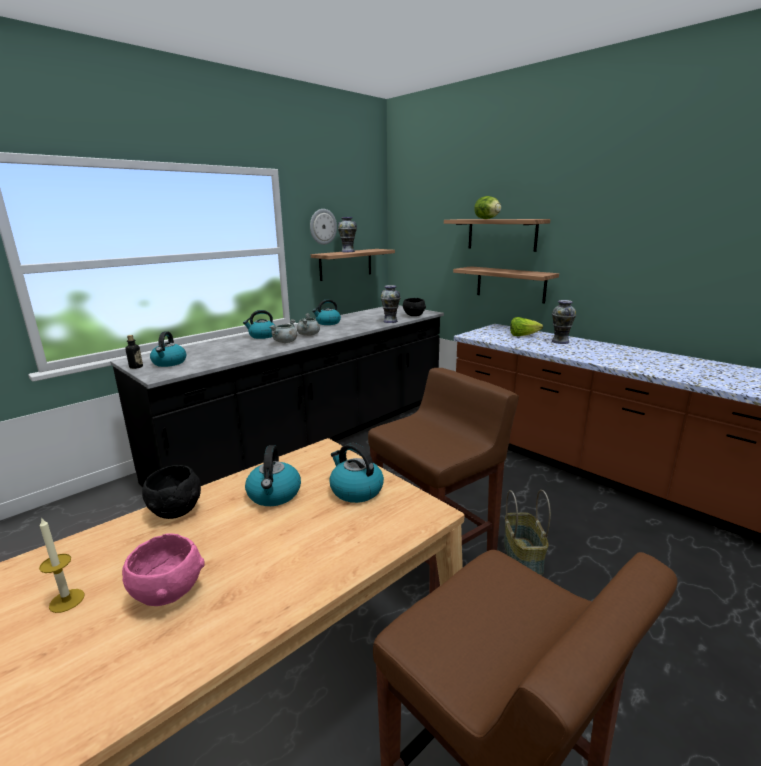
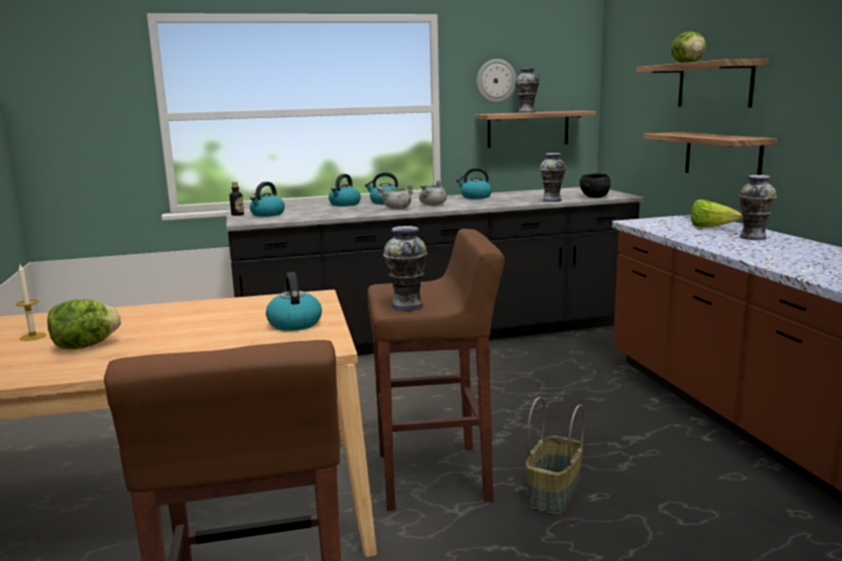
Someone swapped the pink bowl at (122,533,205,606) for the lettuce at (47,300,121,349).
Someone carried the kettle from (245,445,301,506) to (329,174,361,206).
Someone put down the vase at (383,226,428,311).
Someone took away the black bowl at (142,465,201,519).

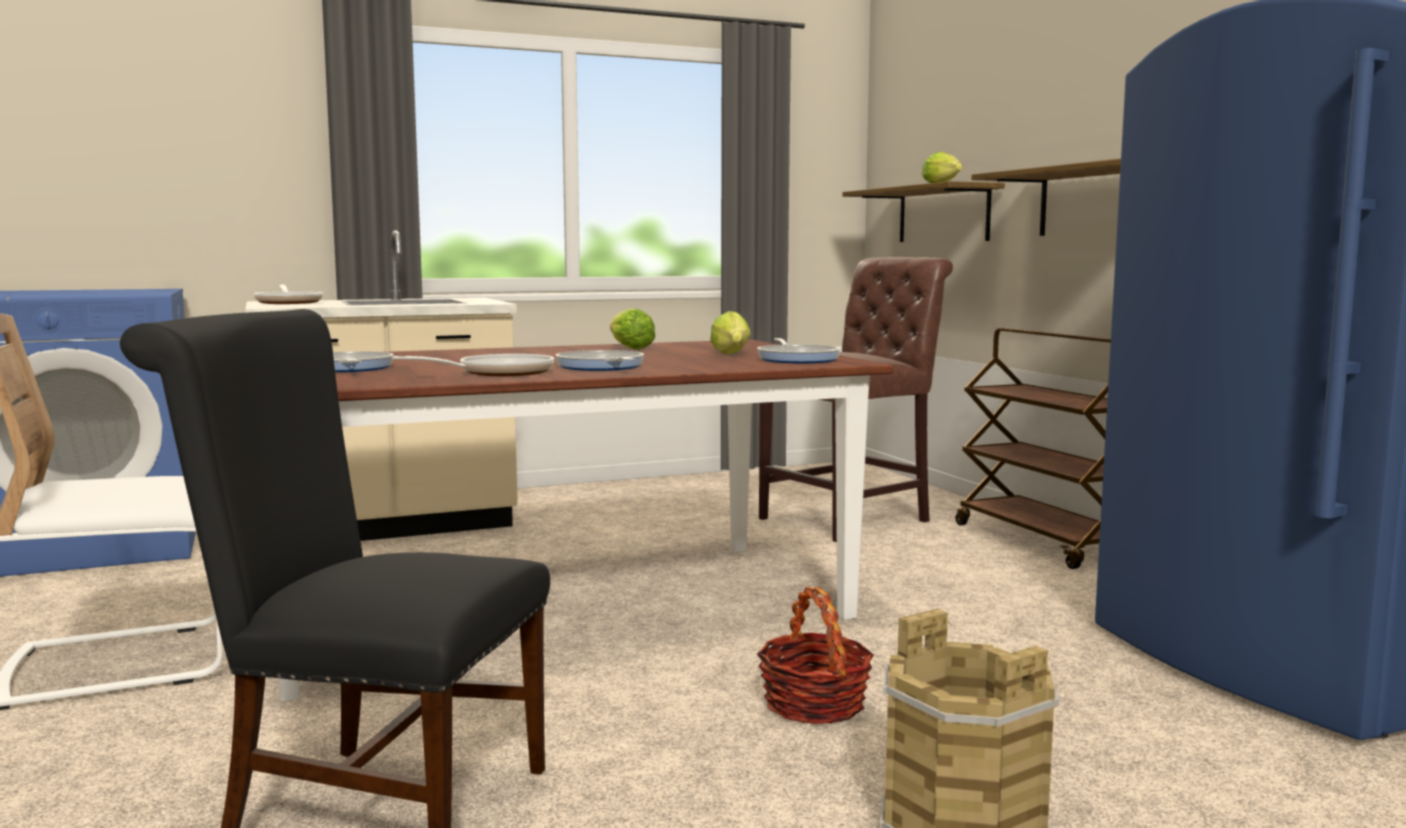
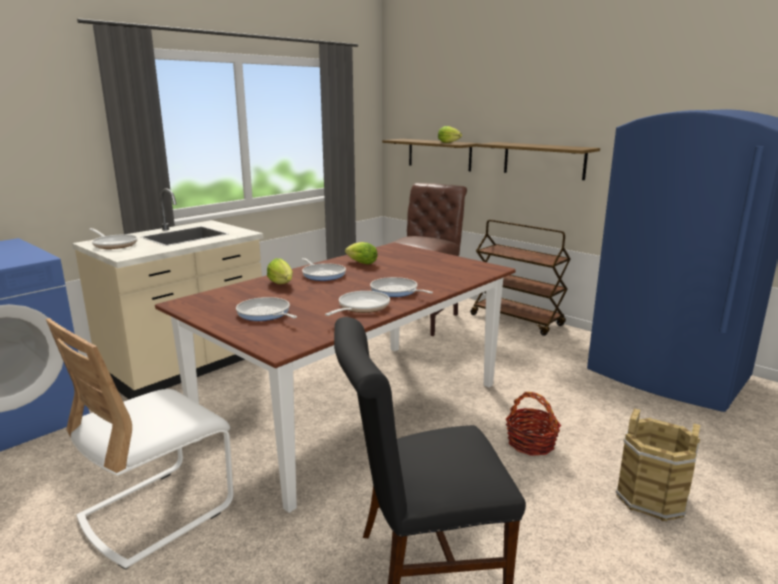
Someone carried the lettuce from (710,311,751,354) to (267,258,293,284).
Someone carried the frying pan from (757,338,840,363) to (302,258,346,281).

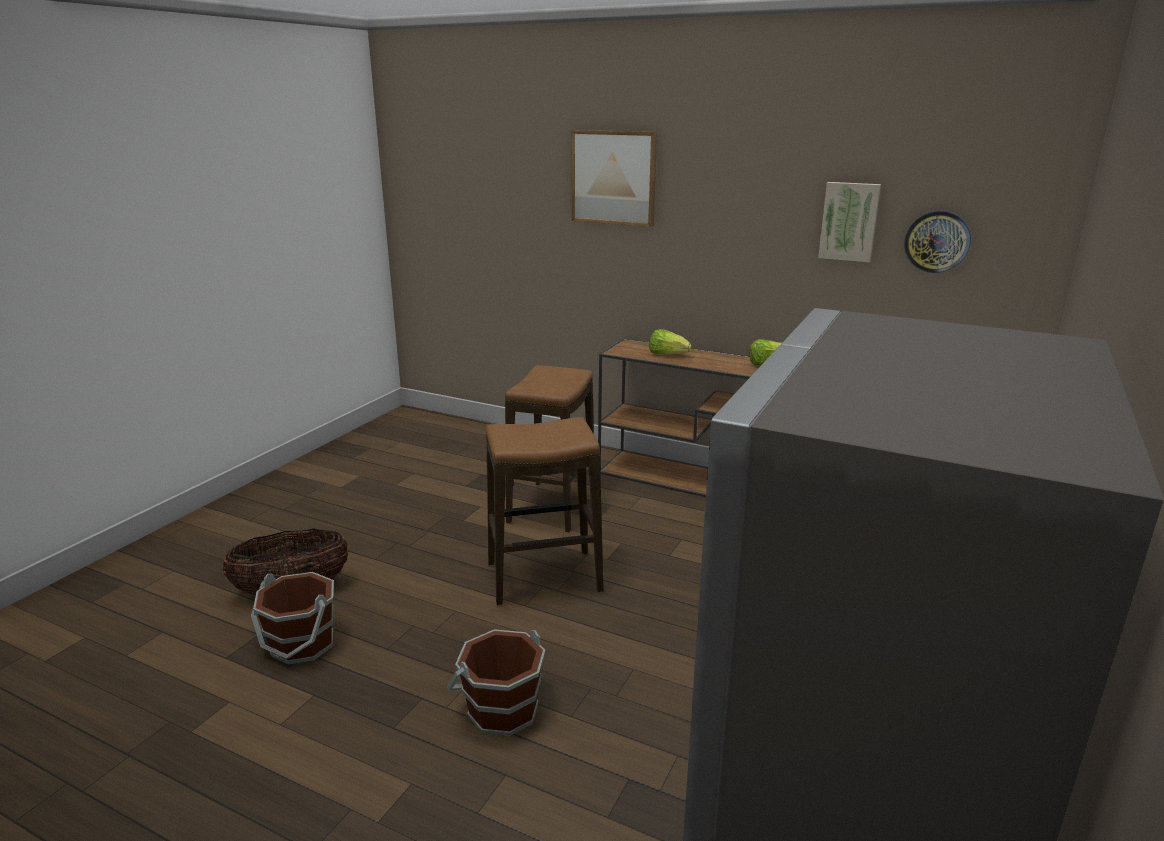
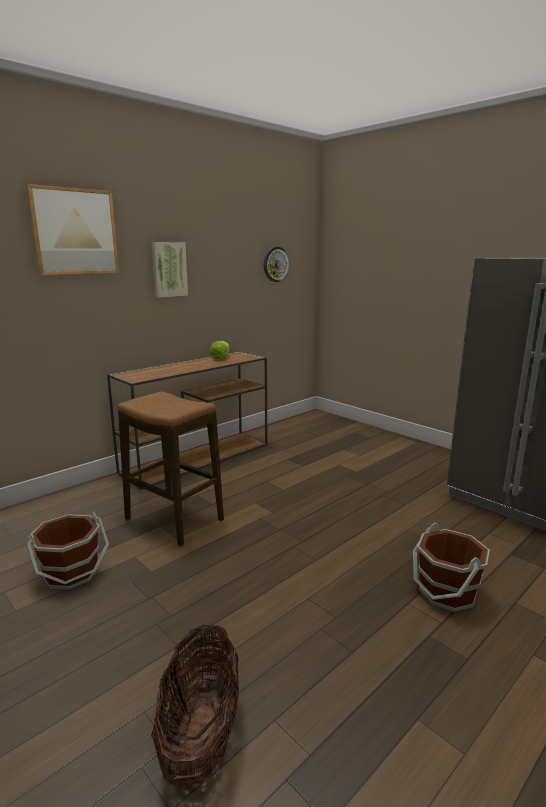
Someone carried the brown bucket from (251,572,334,665) to (27,512,109,590).
Someone carried the picture from (818,182,881,262) to (152,242,188,298).
Someone took away the stool at (486,417,604,605).
Someone took away the lettuce at (649,329,692,354).

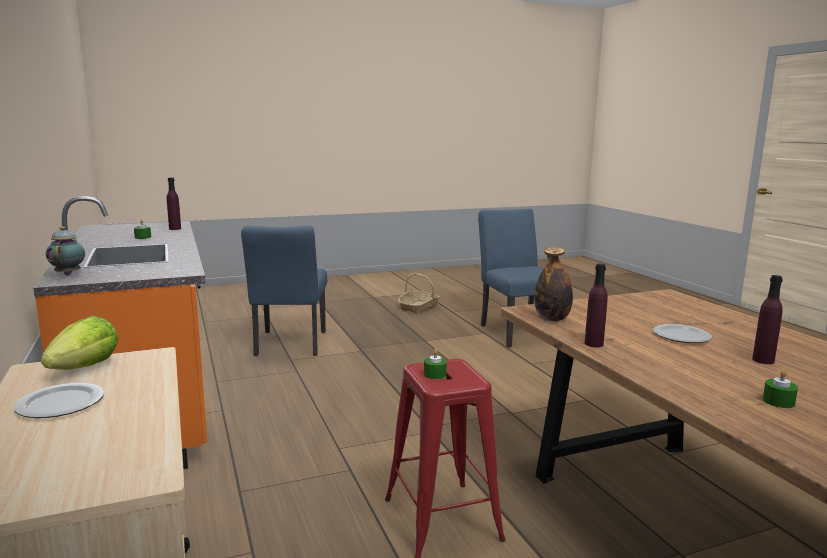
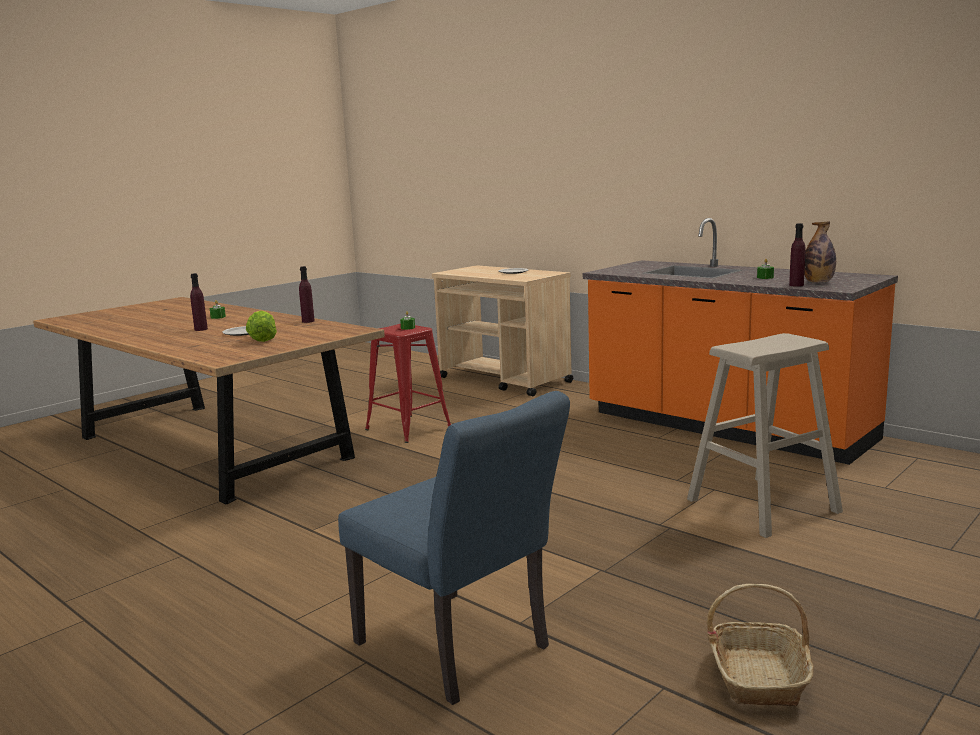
Someone carried the lettuce from (41,316,119,370) to (246,310,277,342).
Someone swapped the blue chair at (241,226,327,356) for the beige stool at (687,333,843,538).
Someone carried the bottle from (534,247,573,321) to (804,222,836,283).
Someone took away the teapot at (46,227,85,275).

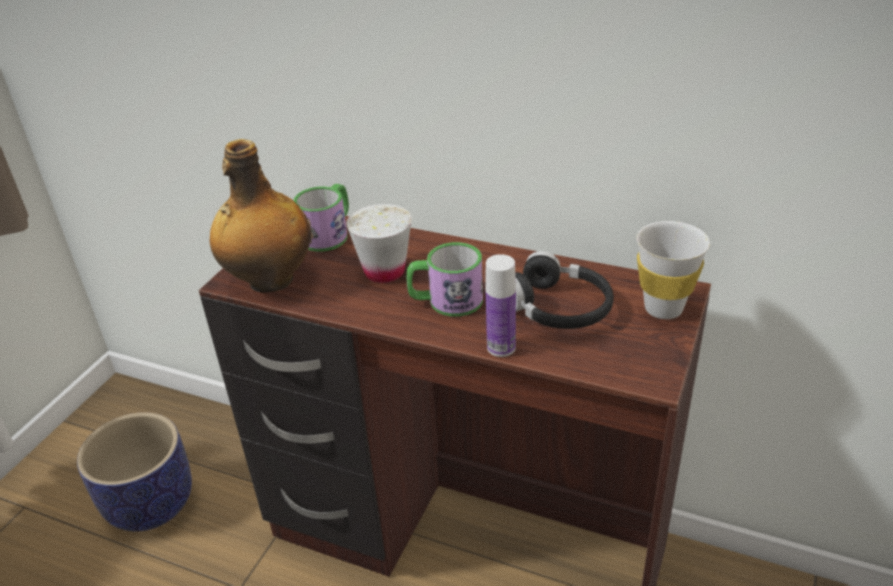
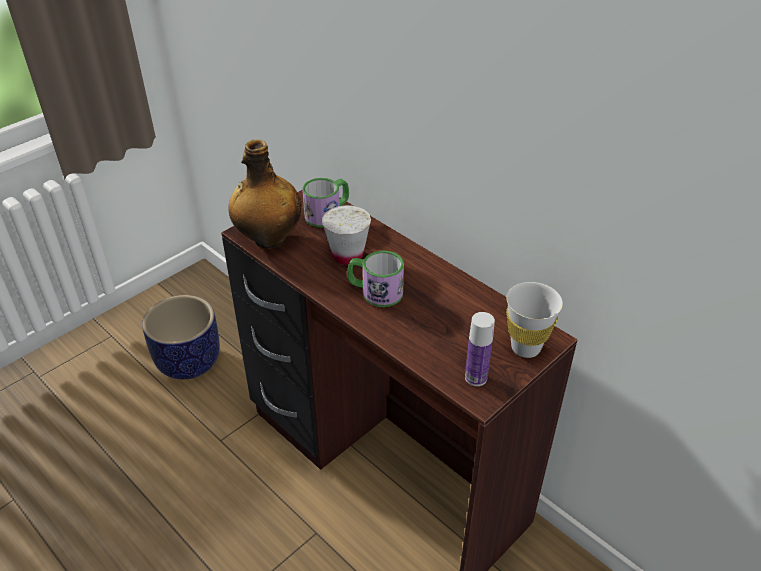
Someone carried the bottle from (486,254,516,357) to (465,312,495,386).
Someone took away the black headphones at (515,251,614,329).

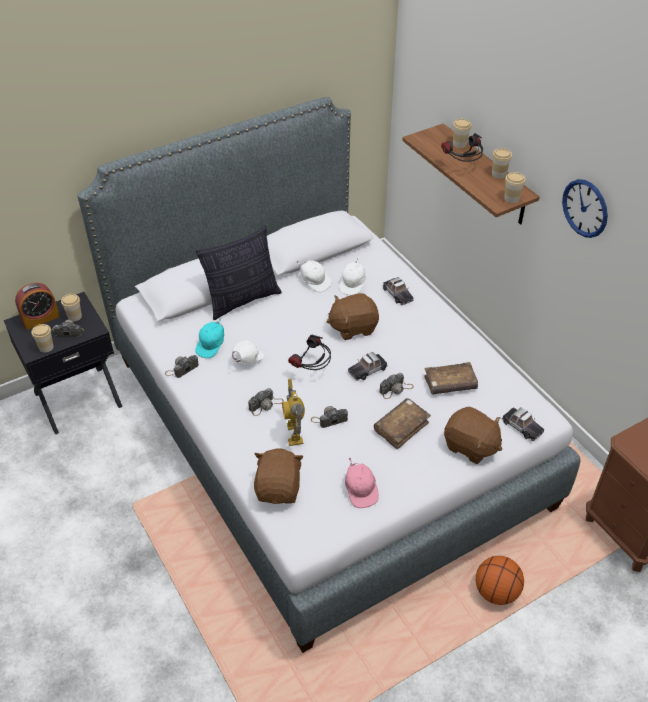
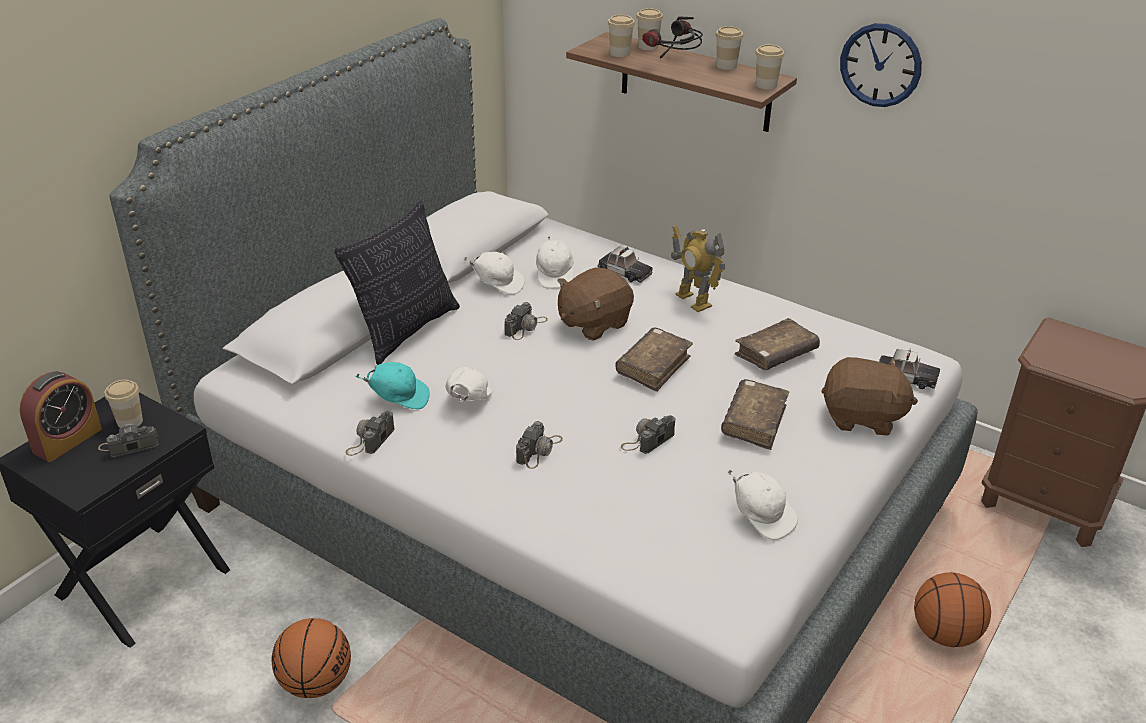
Someone put down the basketball at (271,618,351,698).
Someone rotated the turquoise cap at (195,318,224,358) by 90 degrees counterclockwise.
Someone carried the photo camera from (380,373,414,399) to (505,302,548,340).
Someone carried the cup from (31,324,54,353) to (608,15,635,57).
Someone swapped the toy car at (348,352,388,381) for the brown book at (615,327,693,392).
Someone carried the toy robot from (282,379,305,446) to (671,225,725,312).
Someone repainted the pink cap at (345,458,379,508), which became the white cap at (727,470,798,540).
Someone took away the brown plush toy at (254,448,304,504).
Someone took away the headphones at (288,335,331,370).

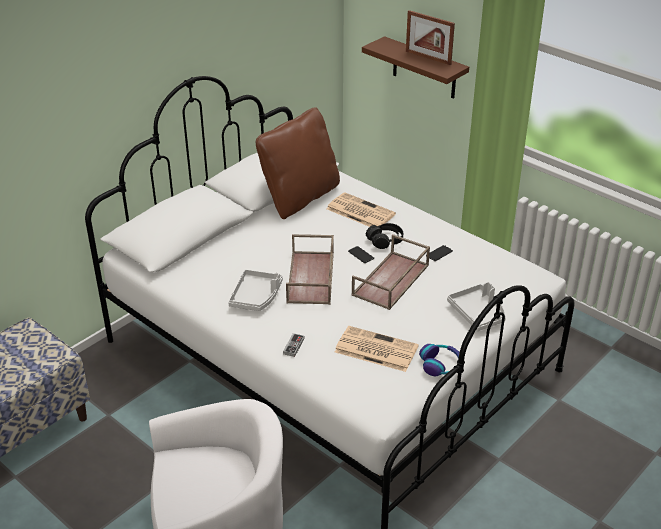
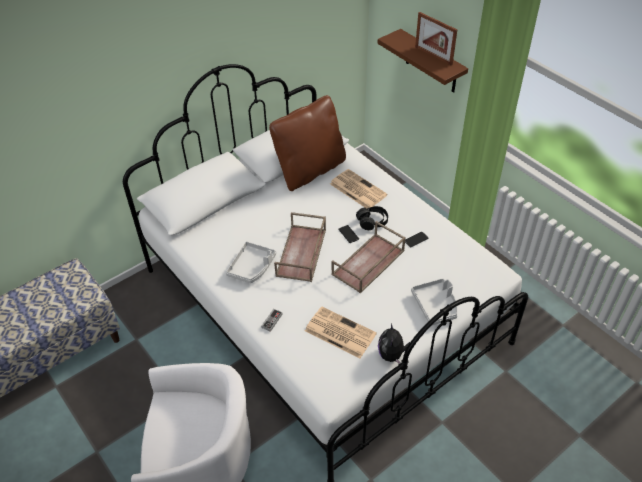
Someone swapped the headphones at (419,344,459,376) for the plush toy at (378,323,410,364).

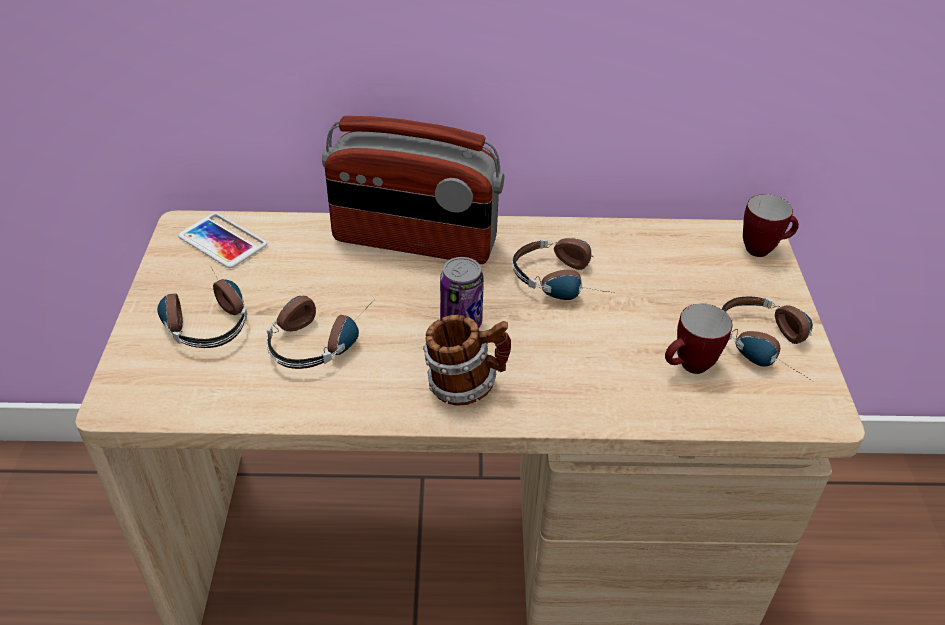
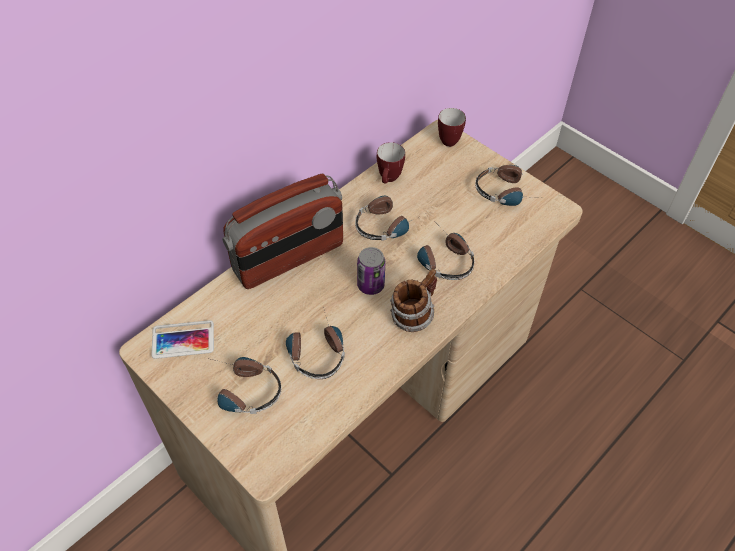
Someone carried the mug from (665,303,732,374) to (377,142,405,184).
Someone put down the headphones at (417,228,474,280).

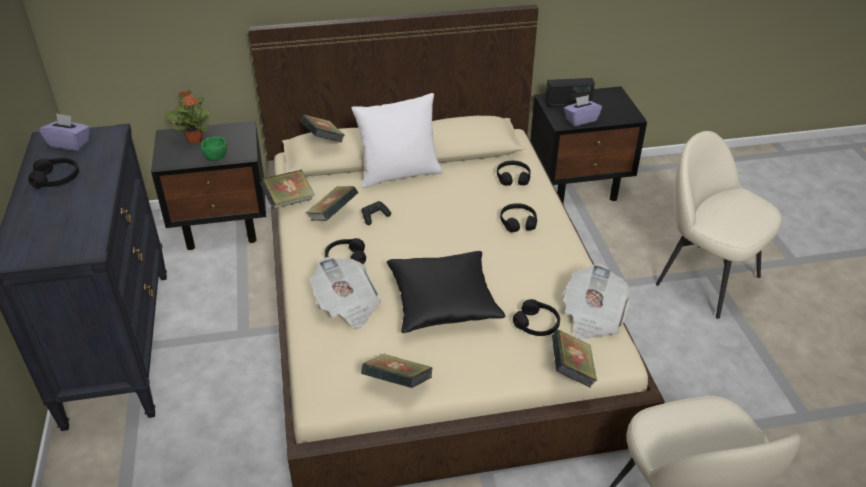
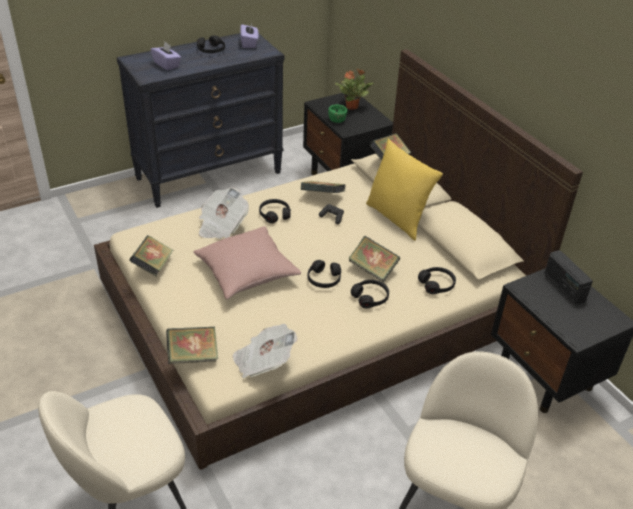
Someone carried the purple tissue box from (564,95,602,126) to (151,42,181,70).
Someone repainted the black pillow at (387,251,505,333), which became the pink pillow at (193,226,301,300).
Someone carried the black headphones from (513,299,560,336) to (308,260,341,288).
Someone carried the book from (260,170,315,209) to (348,236,400,283).
Someone repainted the white pillow at (352,93,443,188), which became the yellow pillow at (366,139,443,241).

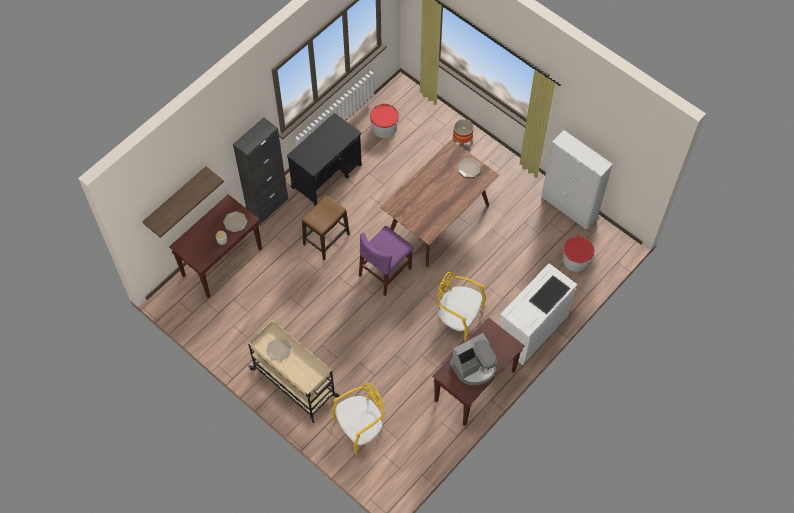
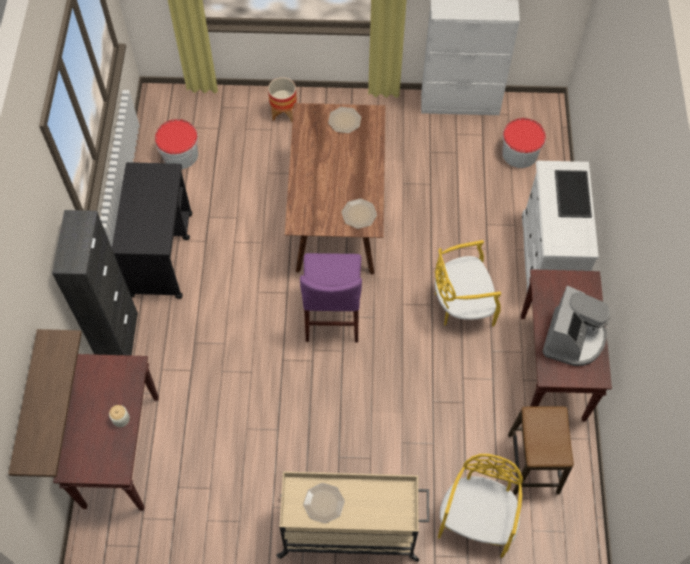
Someone carried the plate from (223,211,247,232) to (341,199,377,229).
Someone carried the stool from (302,195,350,260) to (508,406,574,495).

